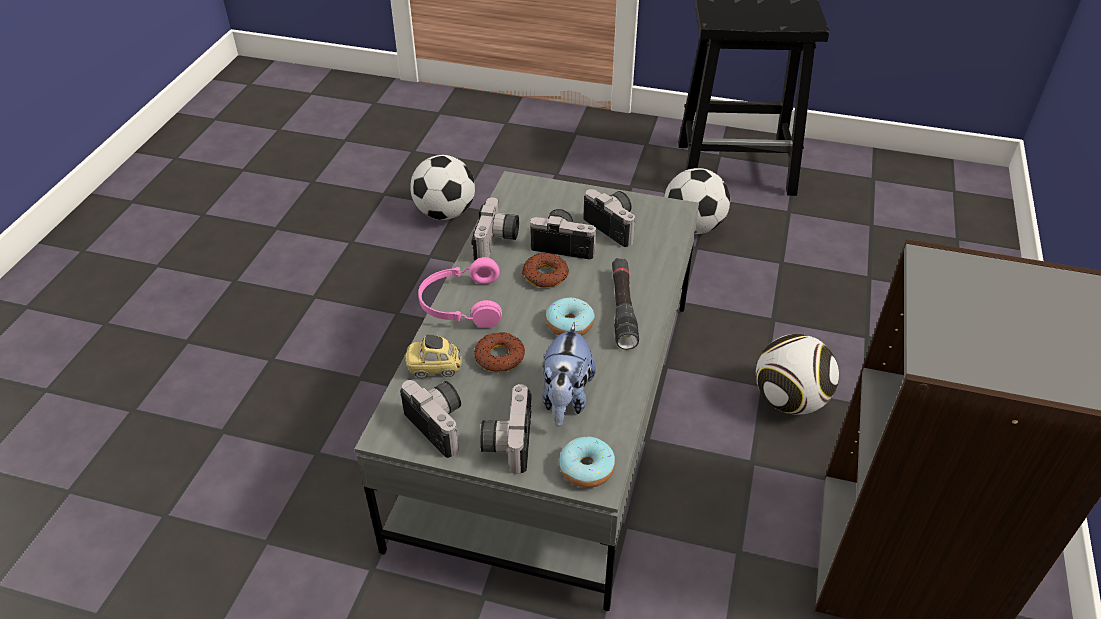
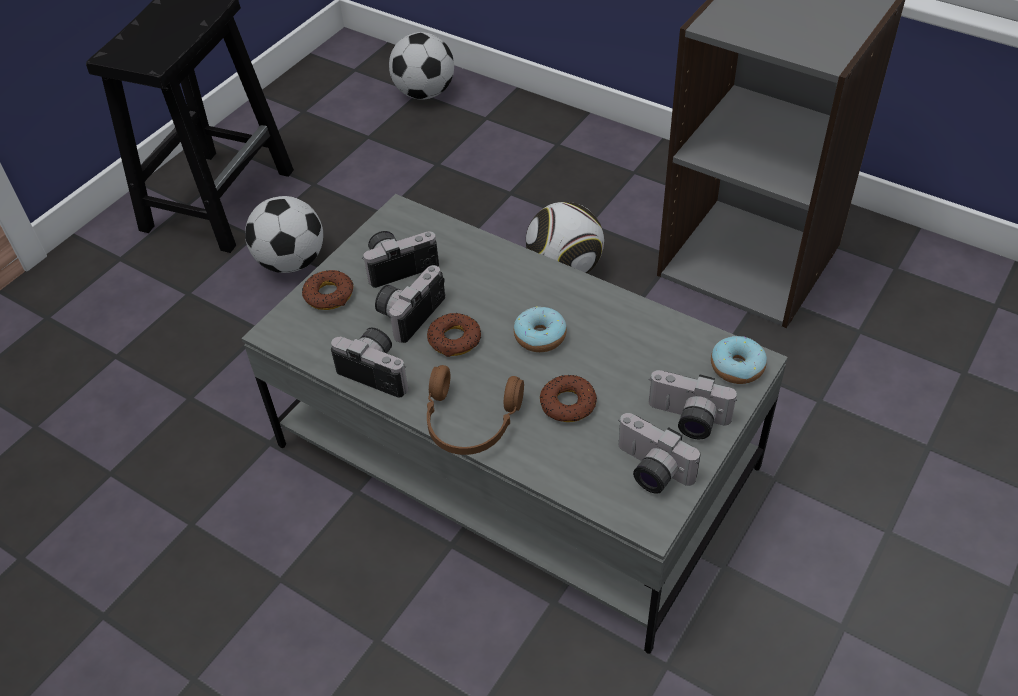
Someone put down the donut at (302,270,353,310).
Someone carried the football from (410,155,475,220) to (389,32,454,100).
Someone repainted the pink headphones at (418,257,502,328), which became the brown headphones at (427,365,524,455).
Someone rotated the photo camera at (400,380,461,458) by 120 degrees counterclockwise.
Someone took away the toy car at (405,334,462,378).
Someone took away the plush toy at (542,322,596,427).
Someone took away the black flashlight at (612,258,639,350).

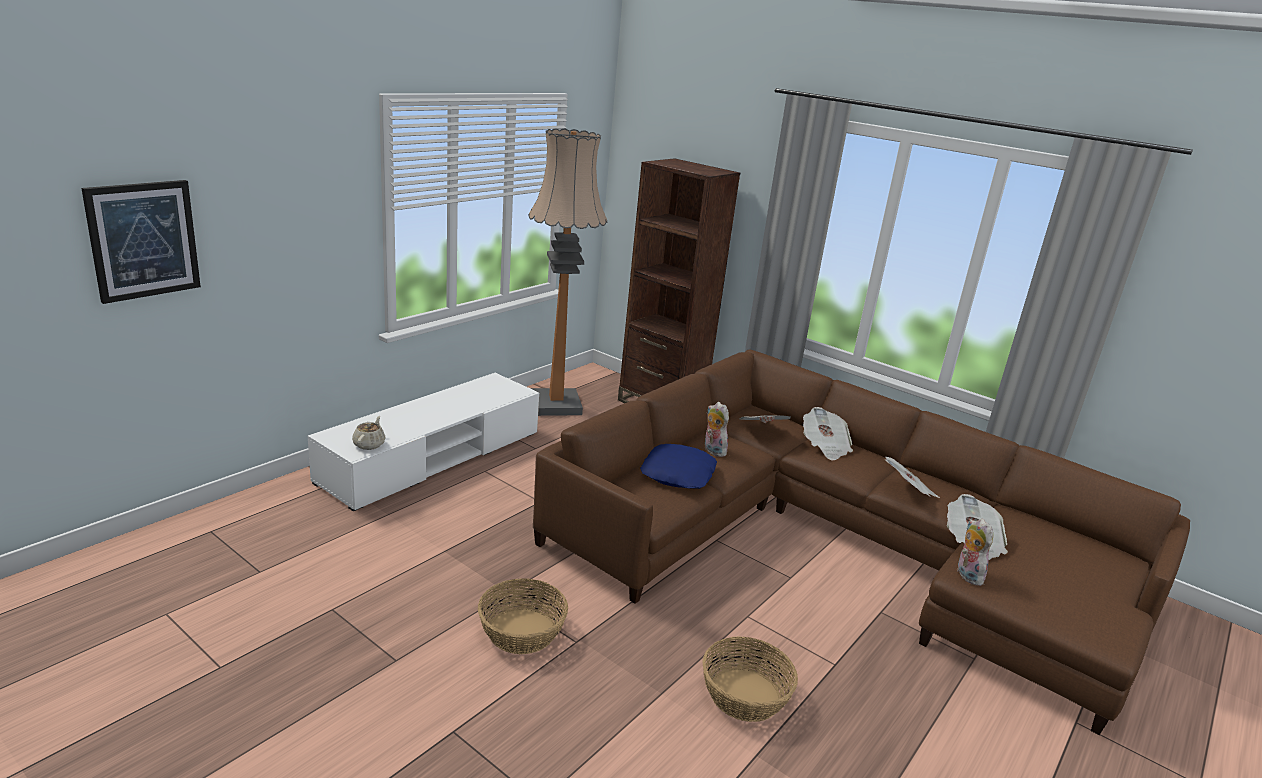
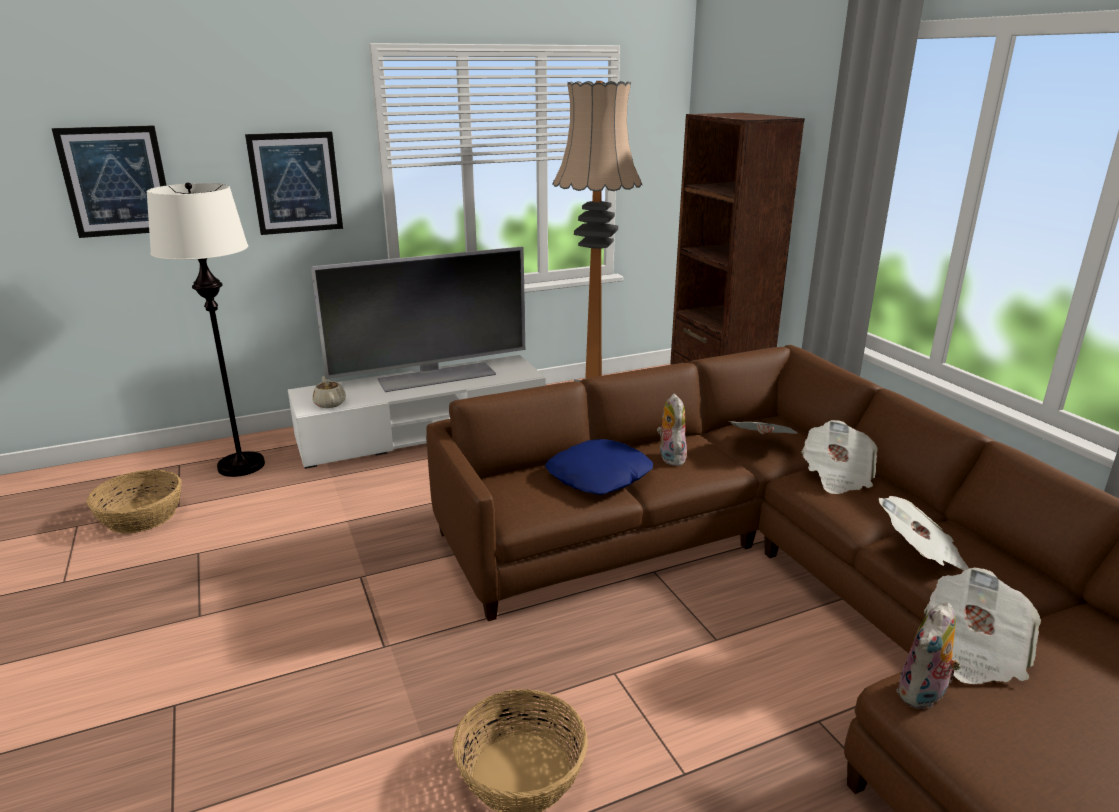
Someone carried the basket from (478,578,568,654) to (87,470,182,533).
Someone put down the white floor lamp at (147,183,265,477).
Someone put up the picture at (245,131,343,235).
Someone put down the television at (311,247,525,392).
Someone rotated the beige teapot at (352,416,386,450) by 60 degrees counterclockwise.
Someone rotated the plush toy at (957,518,993,586) by 150 degrees counterclockwise.

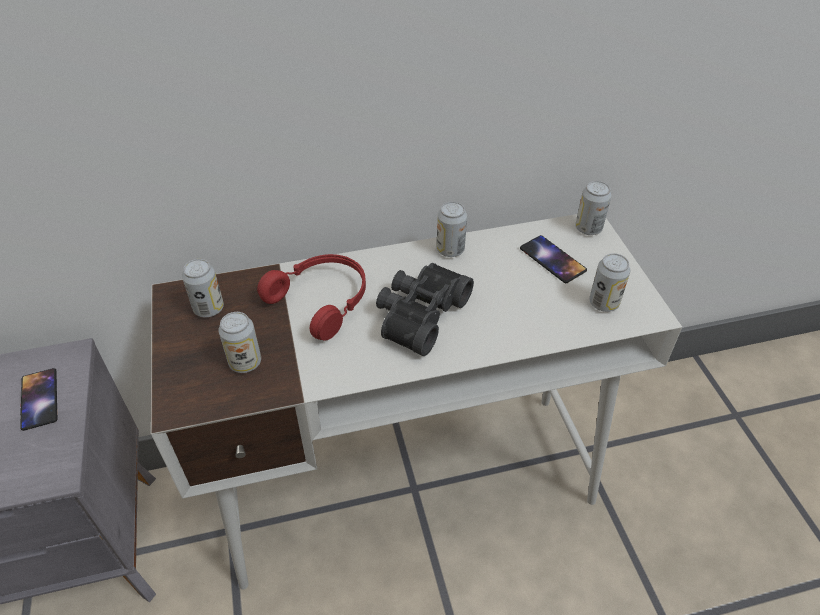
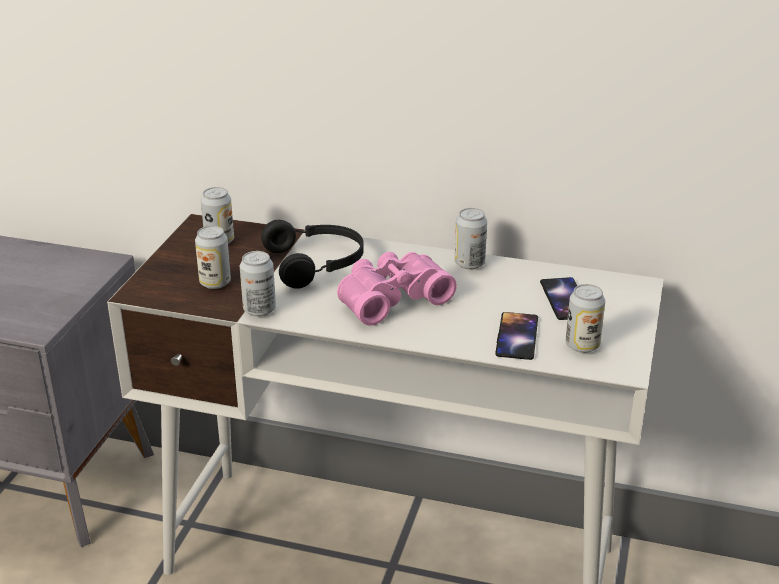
Someone carried the can from (575,181,611,235) to (240,251,276,317).
Someone repainted the red headphones at (257,254,366,340), which became the black headphones at (261,220,364,289).
Someone repainted the black binoculars at (376,263,474,356), which became the pink binoculars at (337,252,457,326).
Someone carried the phone from (20,368,57,431) to (495,312,538,360).

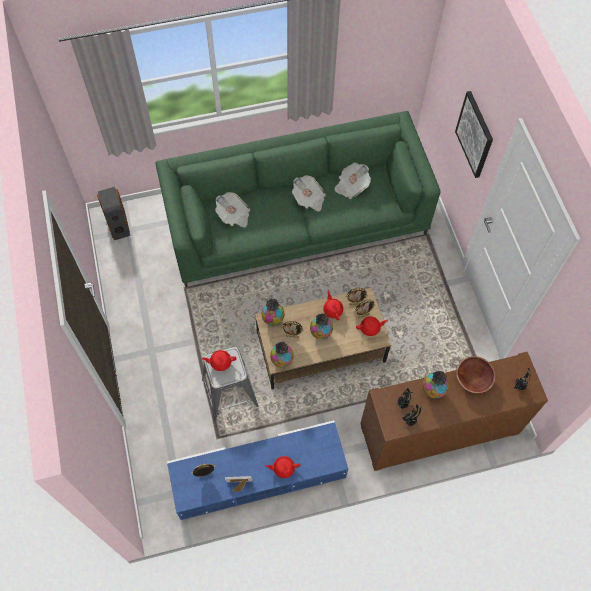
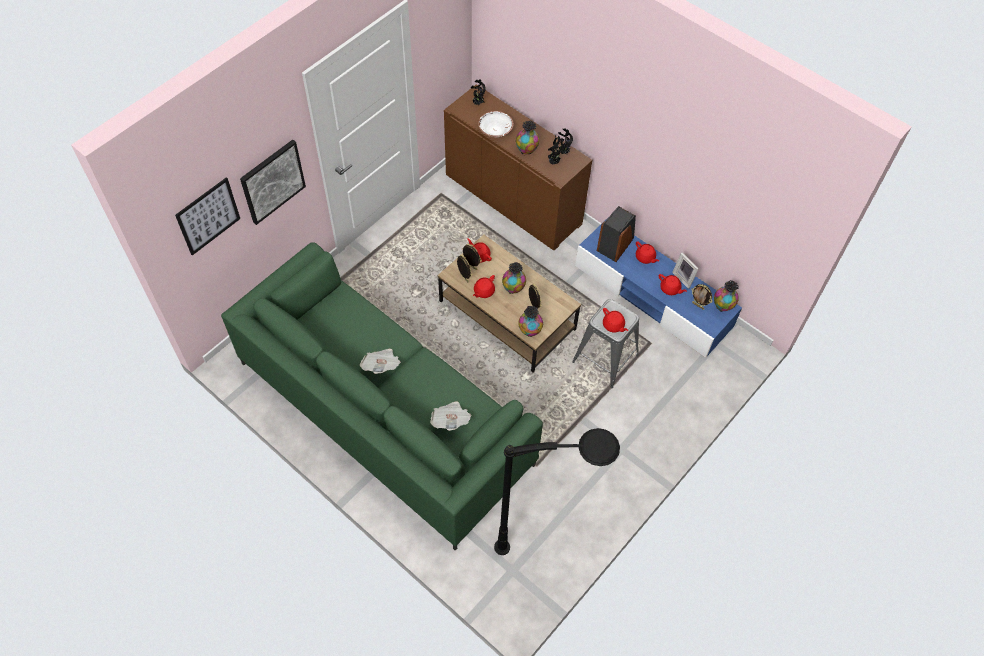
Someone put up the picture at (175,177,240,255).
Someone repainted the brown bowl at (456,356,495,393), which became the white bowl at (478,111,514,137).
Someone put down the black floor lamp at (494,428,620,555).
Someone carried the speaker from (97,187,130,240) to (597,206,636,262).
Someone put down the red teapot at (659,274,687,295).
Someone carried the vase from (270,342,294,367) to (714,280,739,312).
Someone took away the newspaper at (335,162,371,199).

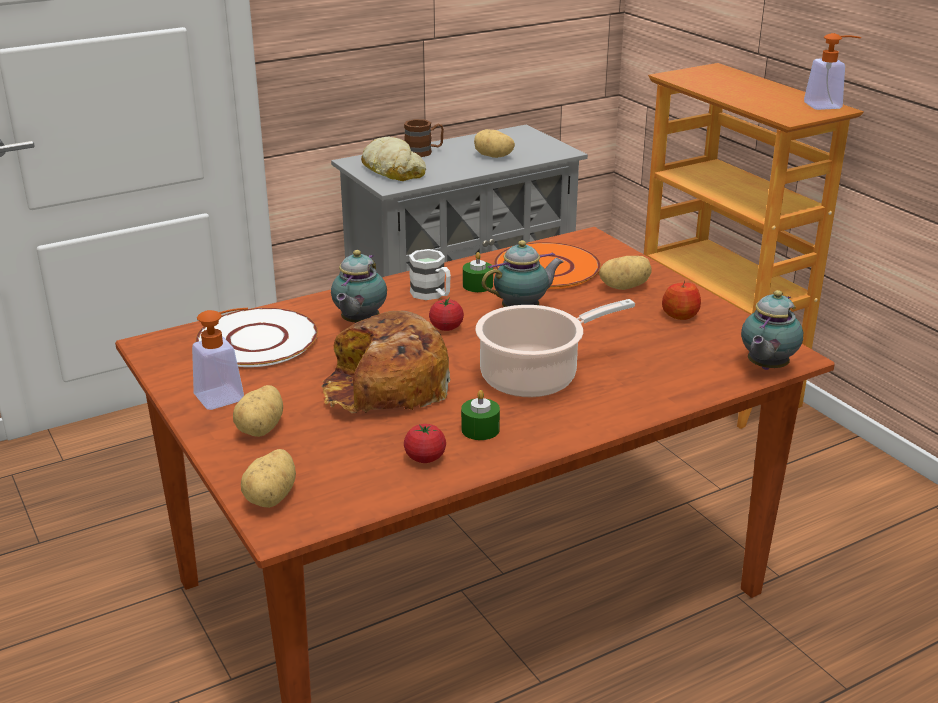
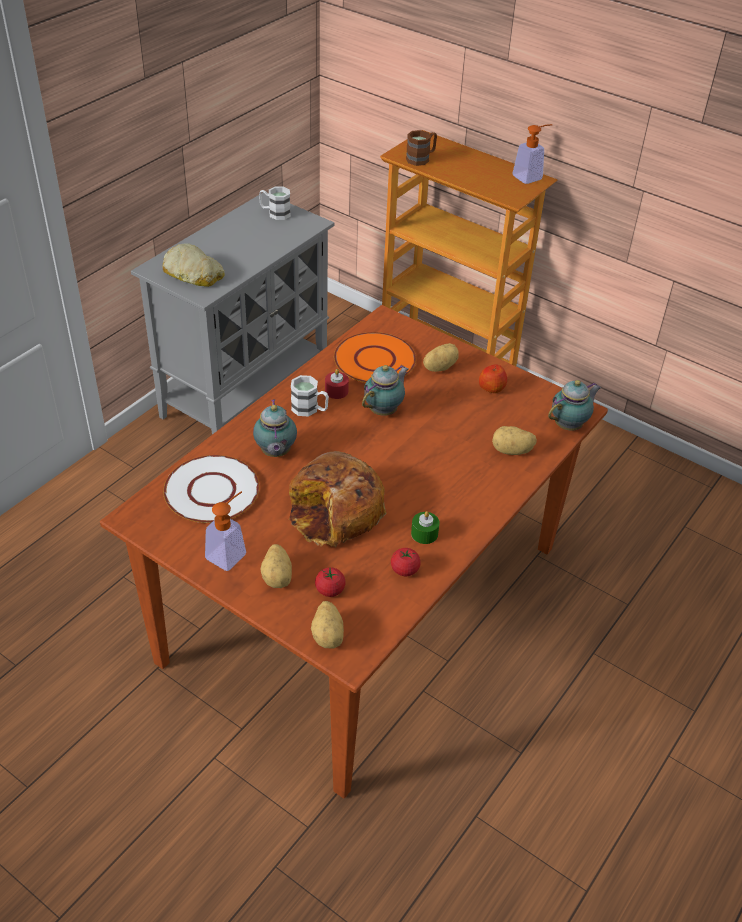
Someone put down the white mug at (259,186,291,220).
Someone carried the tomato from (429,298,464,331) to (315,567,346,597).
Someone repainted the green candle at (463,252,493,292), which became the red candle at (325,369,349,399).
Someone carried the brown mug from (404,119,444,157) to (406,130,437,166).
Someone carried the potato from (474,129,515,158) to (492,426,537,455).
Someone rotated the teapot at (741,290,803,370) by 135 degrees counterclockwise.
Someone took away the cooking pot at (475,299,635,397).

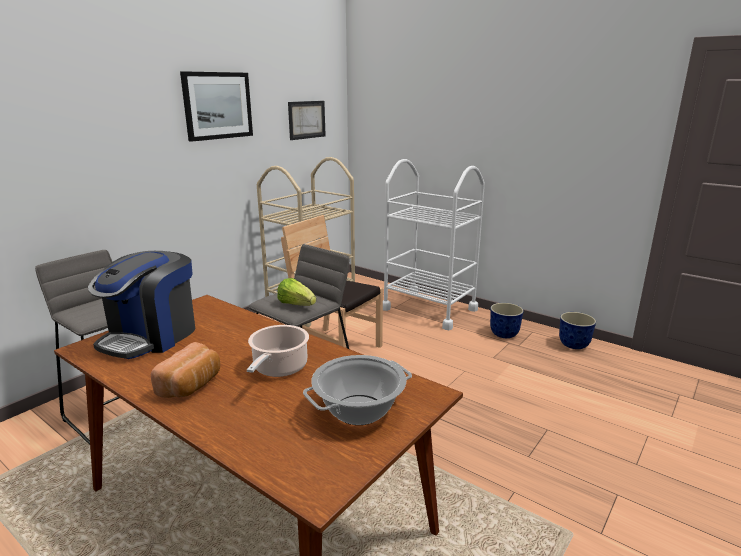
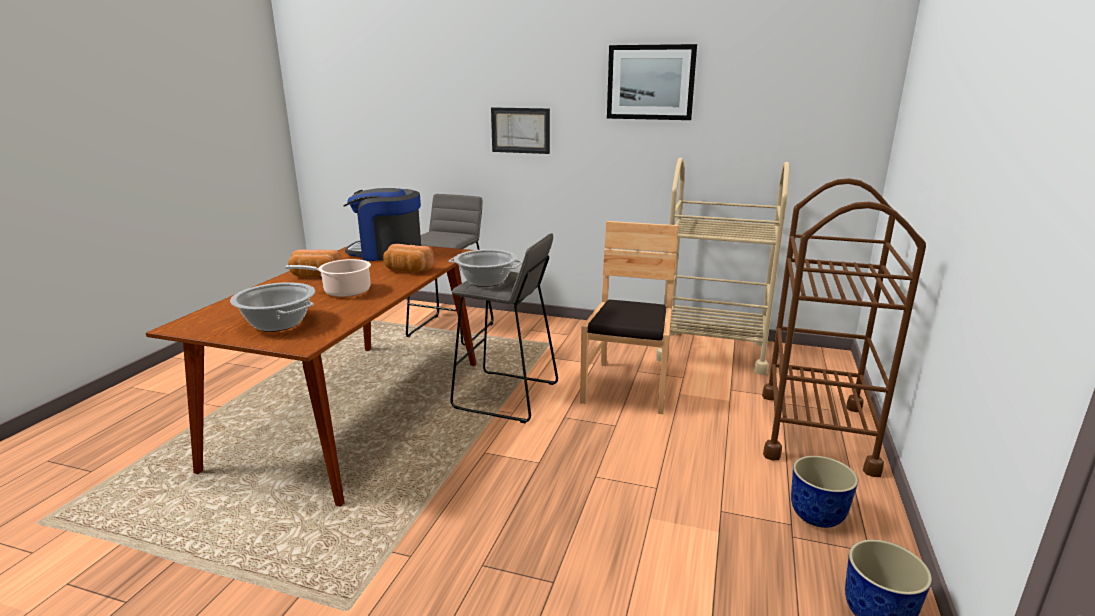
Someone put down the bread at (383,244,434,272).
Someone swapped the lettuce at (277,278,316,306) for the cooking pot at (449,249,523,287).
Someone carried the picture from (288,101,326,140) to (491,107,550,154).
Someone repainted the white cart at (383,159,485,330), which became the brown cart at (762,178,926,477).

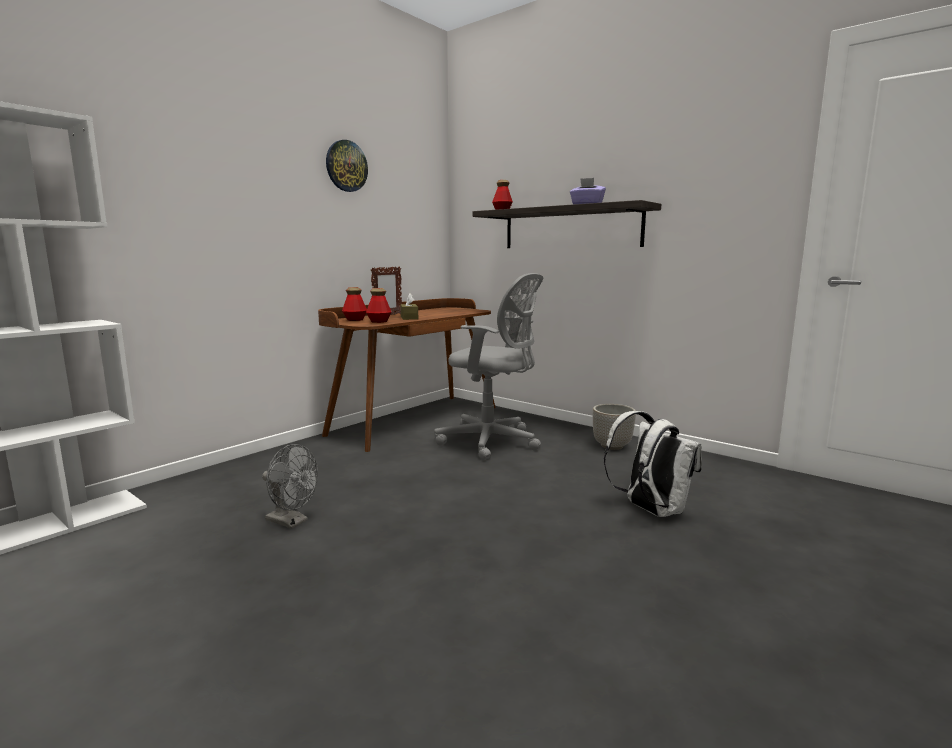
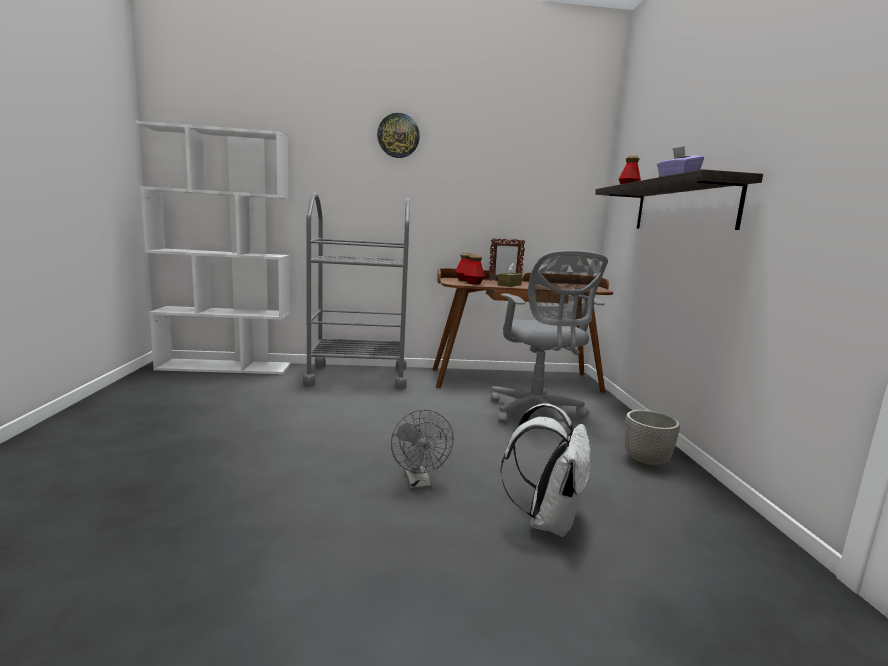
Someone put down the grey cart at (303,193,410,390).
Someone carried the wall clock from (326,140,368,192) to (377,113,420,158).
Someone carried the grey fan from (262,444,318,529) to (391,409,454,490).

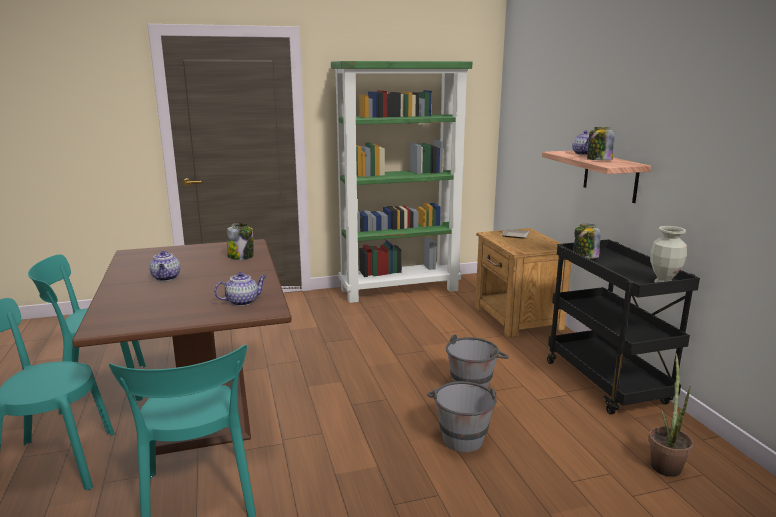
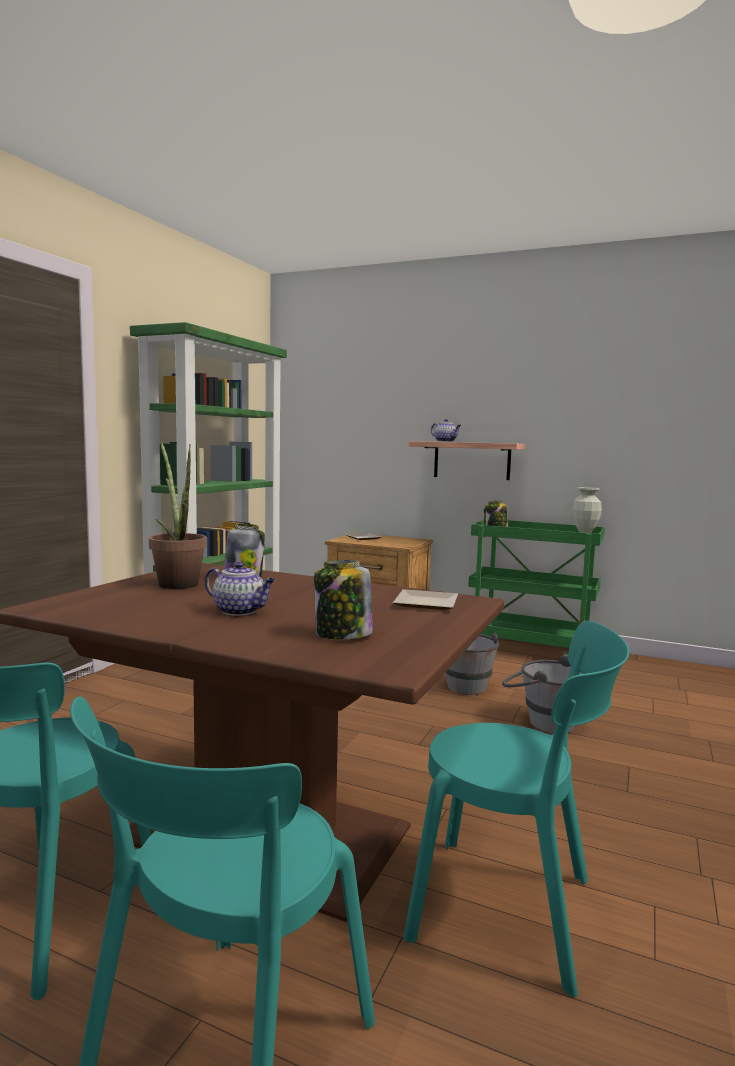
Someone carried the potted plant from (648,353,694,477) to (149,440,207,589).
Someone carried the jar from (587,127,615,160) to (314,560,373,639).
Someone swapped the teapot at (214,272,266,306) for the plate at (393,589,458,610).
Someone repainted the black cart at (547,239,700,415), which became the green cart at (468,519,605,655).

